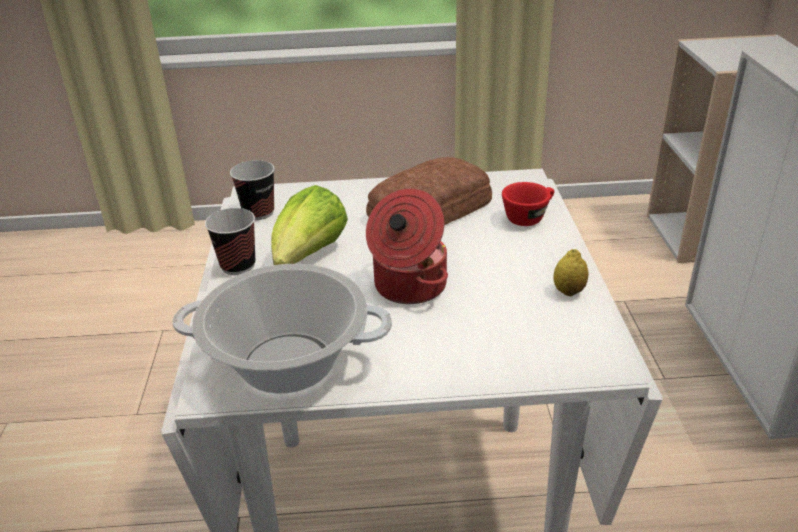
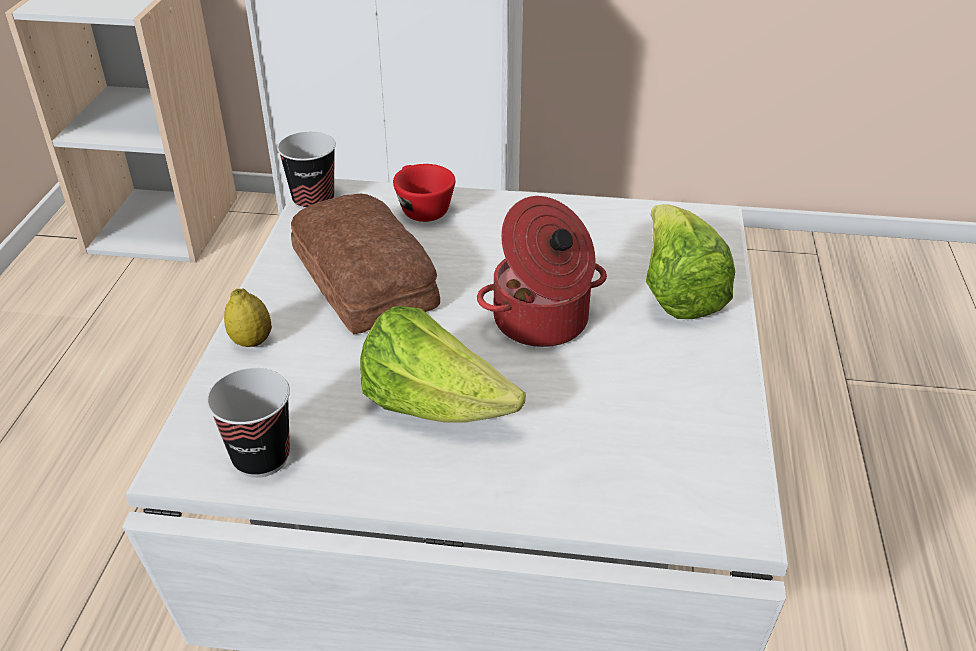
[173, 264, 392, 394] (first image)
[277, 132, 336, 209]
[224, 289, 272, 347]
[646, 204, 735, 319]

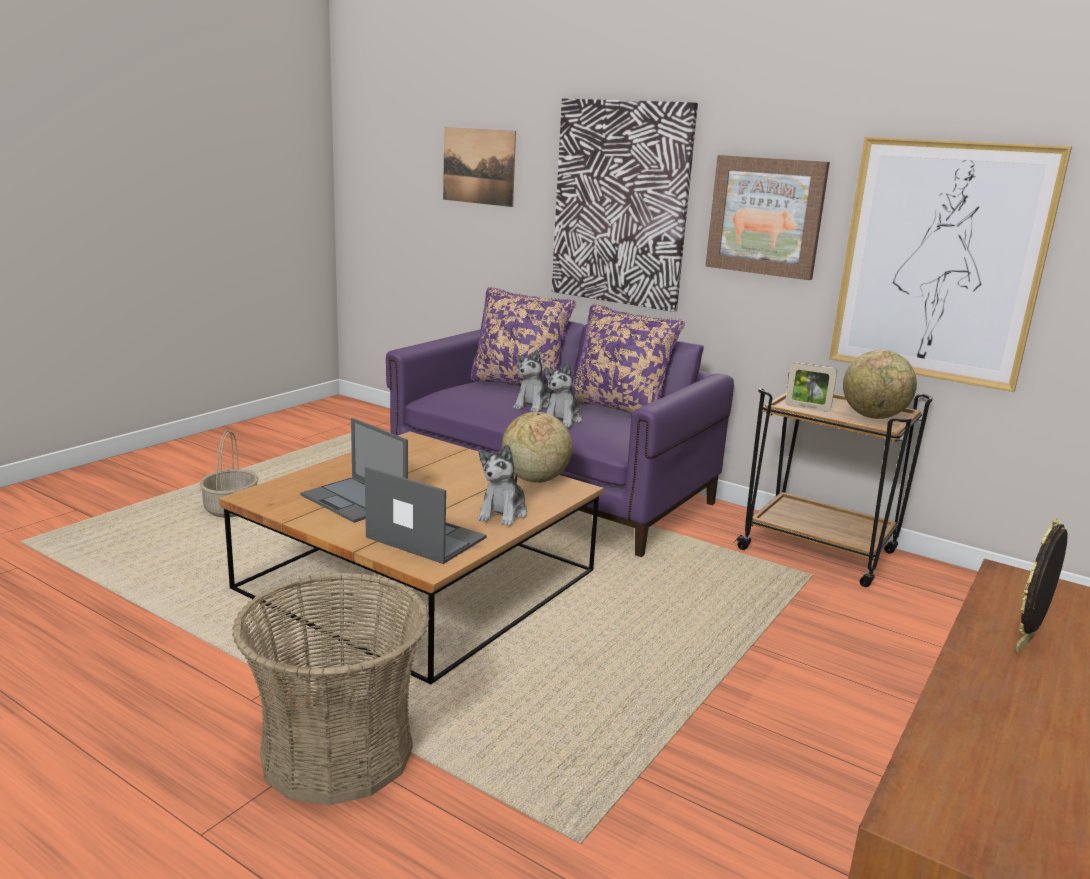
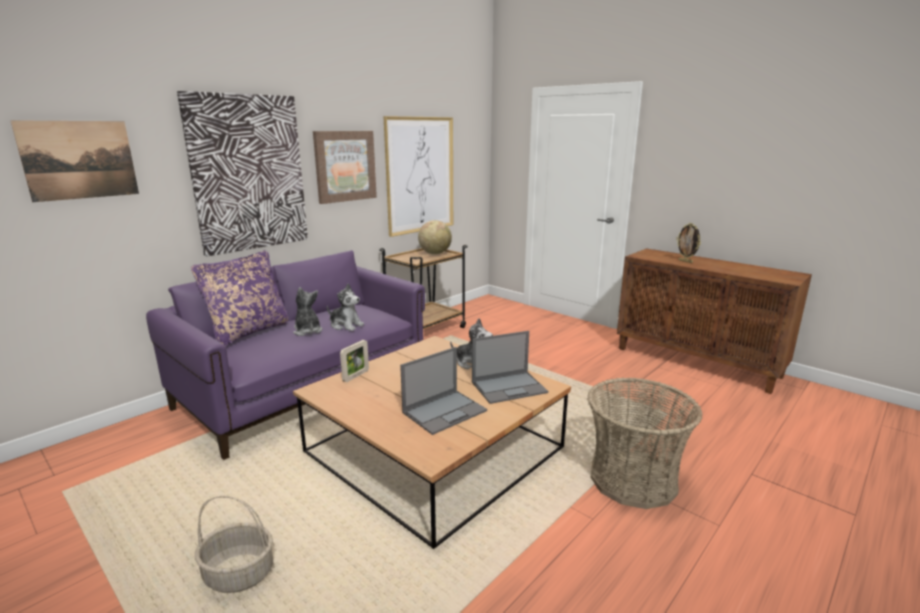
[472, 331, 548, 404]
[501, 412, 572, 483] (first image)
[293, 287, 323, 336]
[572, 304, 685, 414] (first image)
[340, 340, 369, 382]

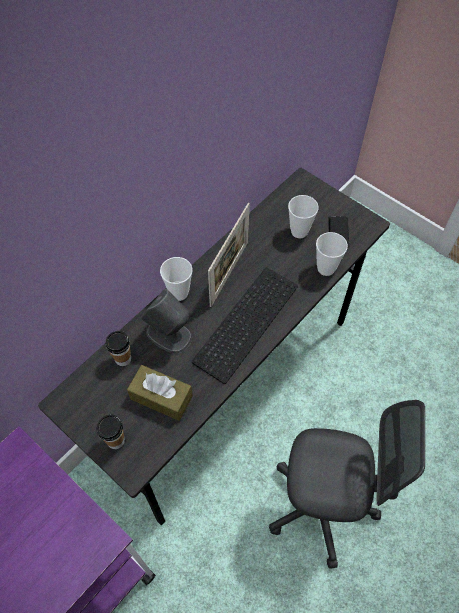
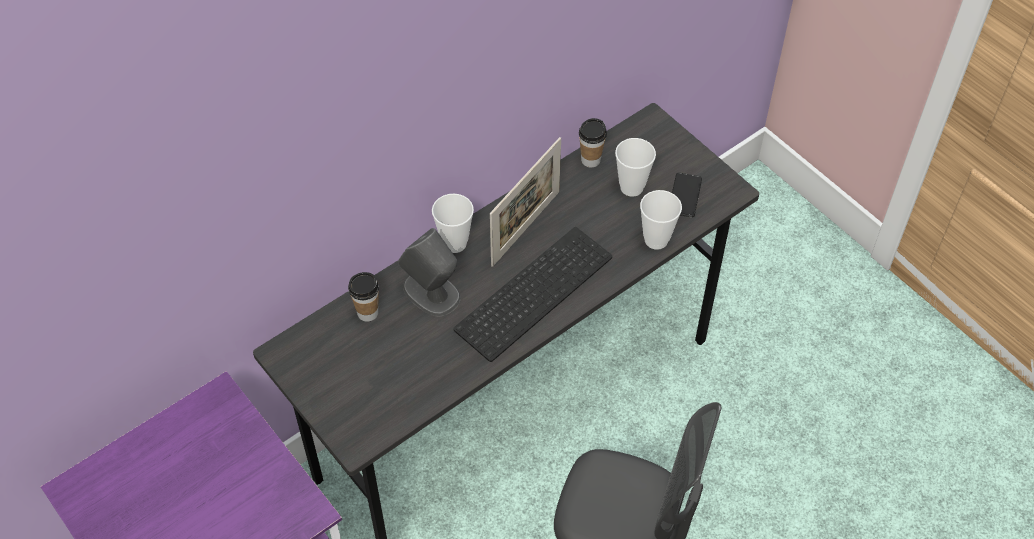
[579, 118, 607, 168]
[127, 365, 193, 421] (first image)

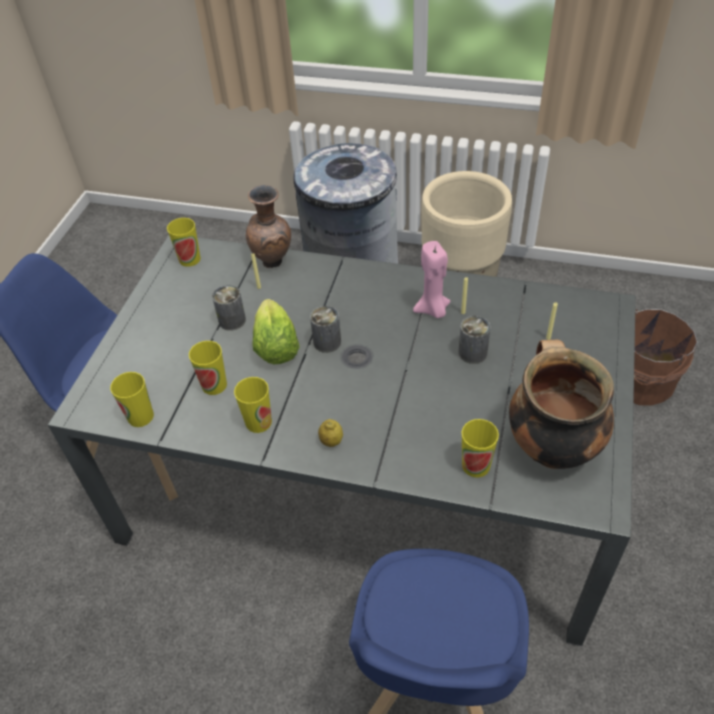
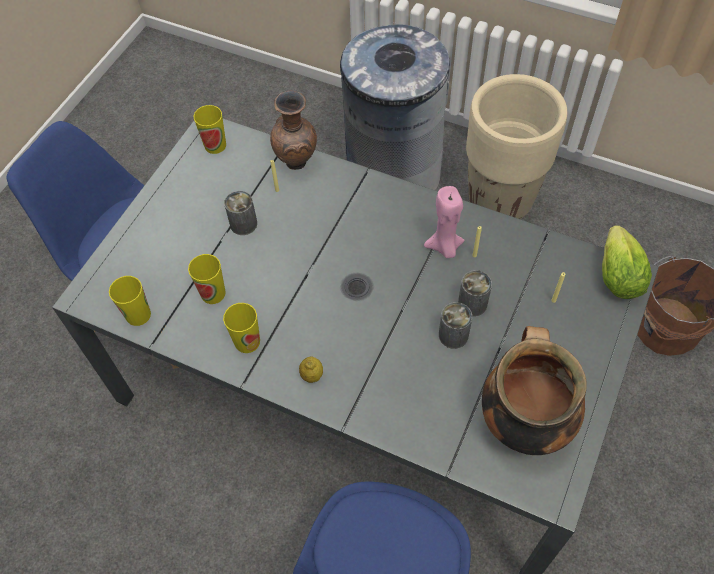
[602, 225, 652, 299]
[439, 302, 472, 349]
[462, 419, 499, 478] (first image)

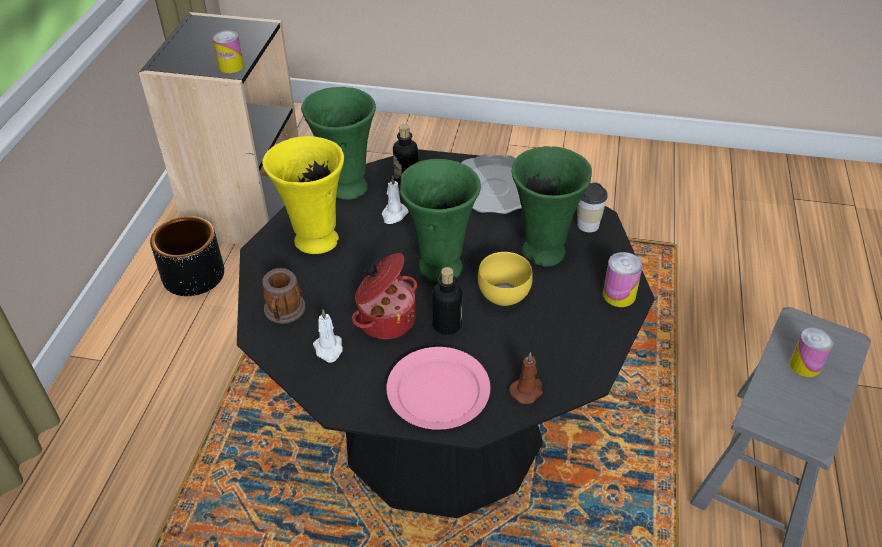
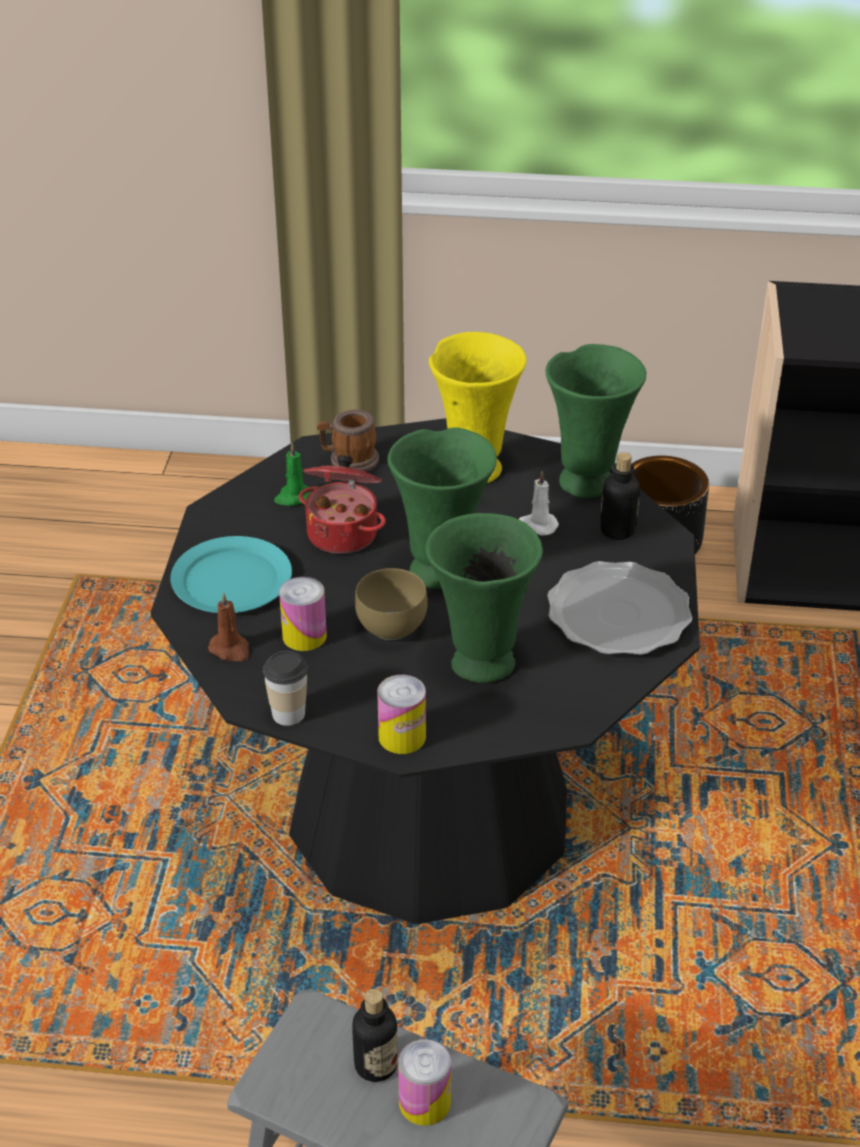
[279, 577, 327, 651]
[274, 443, 312, 506]
[170, 536, 292, 613]
[352, 989, 398, 1082]
[355, 568, 428, 640]
[263, 650, 308, 726]

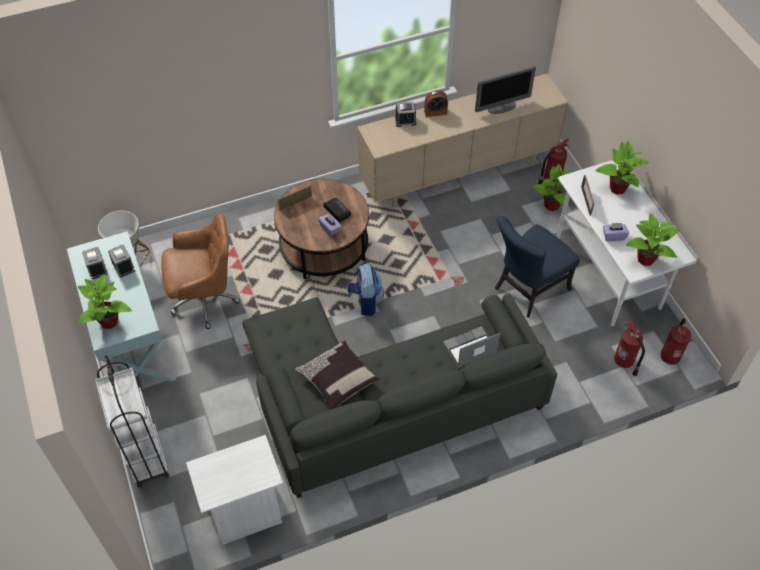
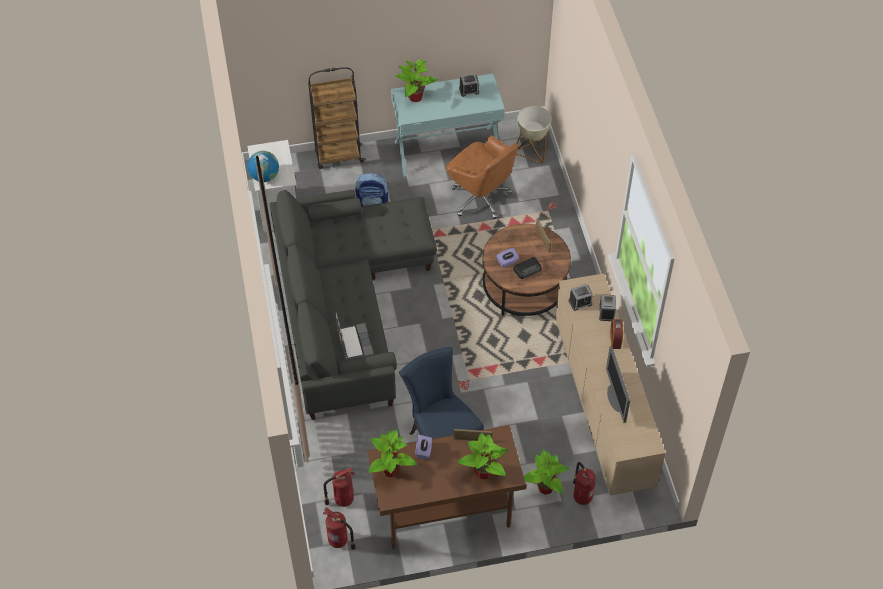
[308, 67, 366, 169]
[569, 284, 593, 311]
[446, 136, 518, 219]
[295, 341, 380, 410] (first image)
[355, 173, 389, 206]
[367, 425, 527, 550]
[247, 151, 279, 182]

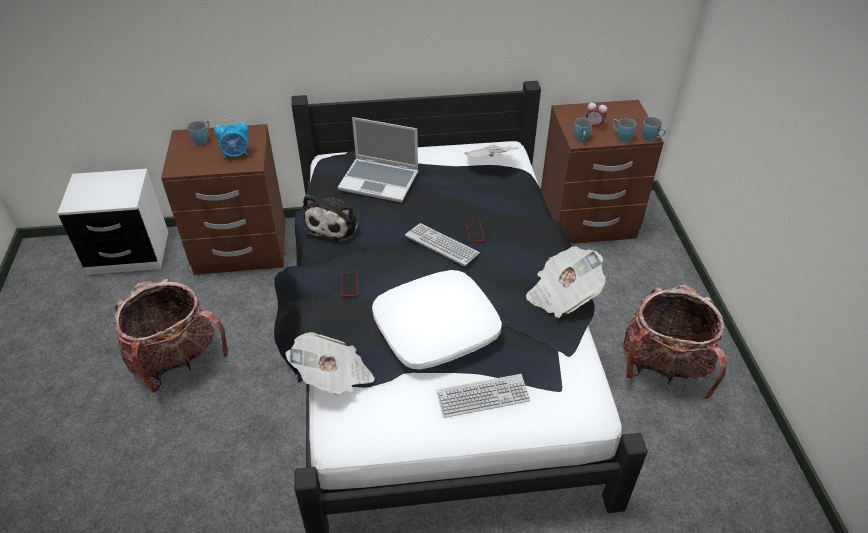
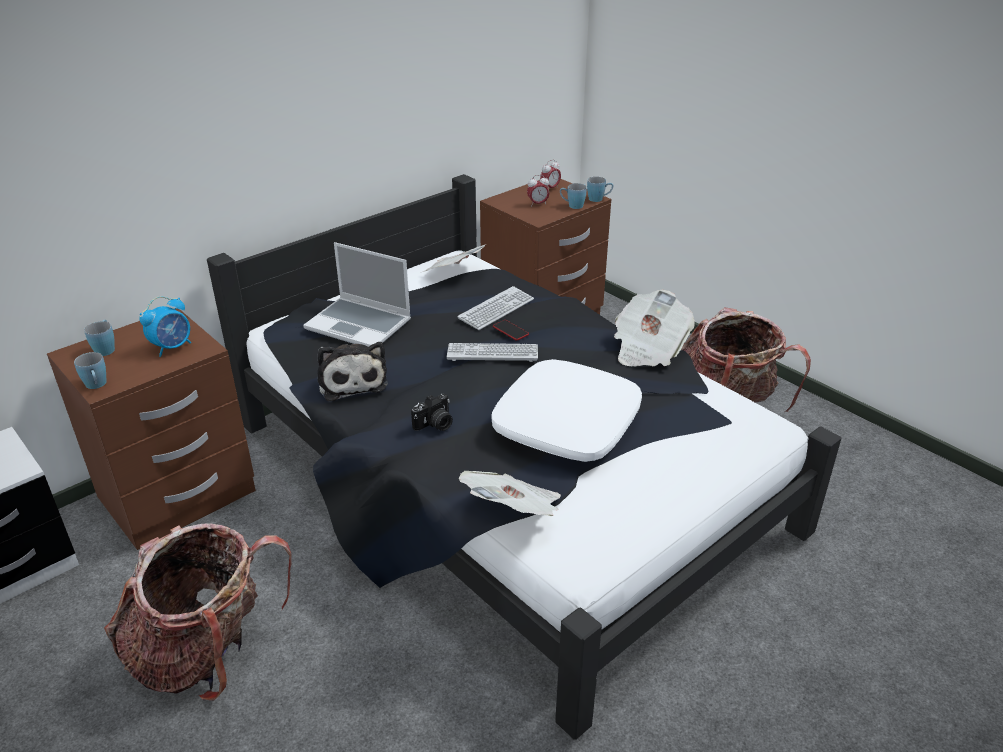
[303, 242, 411, 347]
[411, 394, 453, 431]
[457, 286, 534, 330]
[74, 352, 107, 389]
[540, 159, 561, 188]

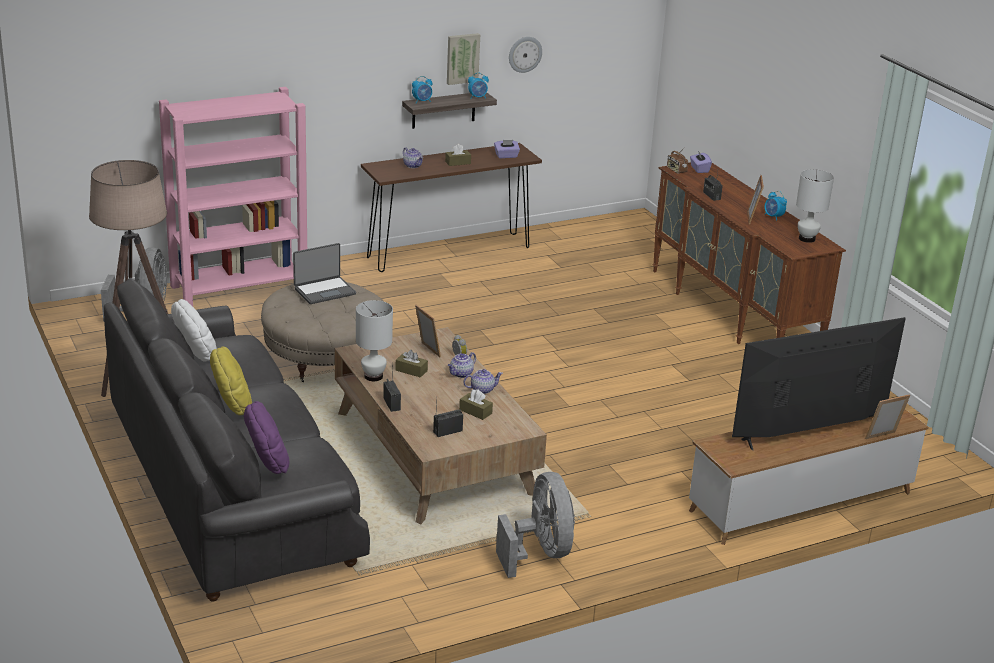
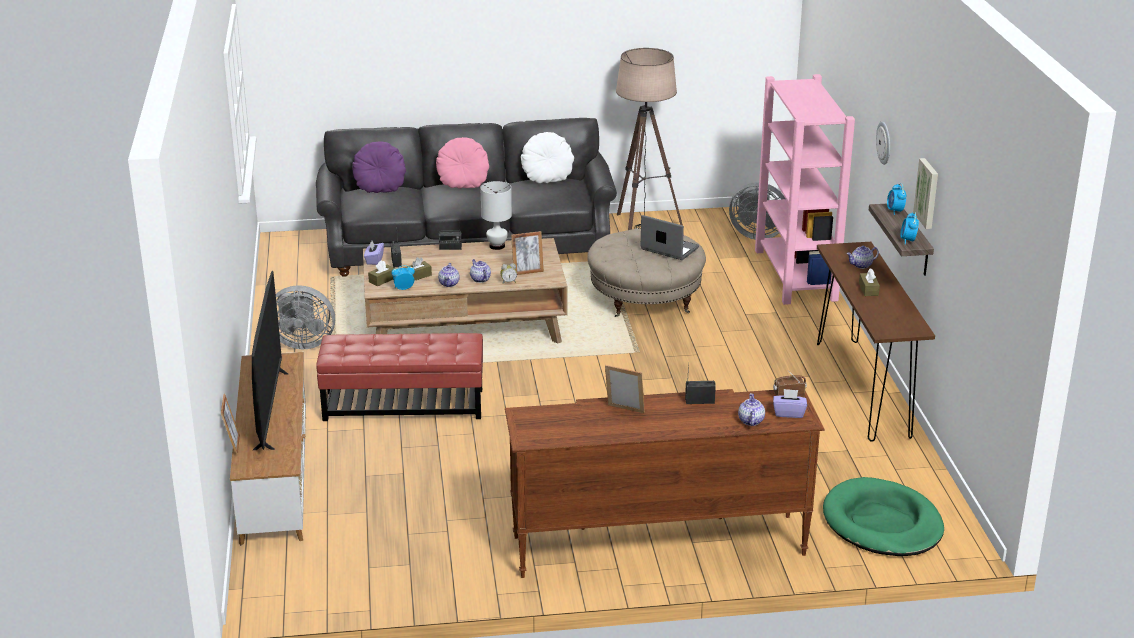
[436, 137, 489, 189]
[641, 215, 699, 260]
[368, 260, 396, 286]
[364, 241, 384, 265]
[876, 121, 890, 165]
[391, 265, 415, 290]
[796, 169, 834, 243] (first image)
[316, 333, 483, 421]
[738, 393, 765, 426]
[823, 477, 944, 556]

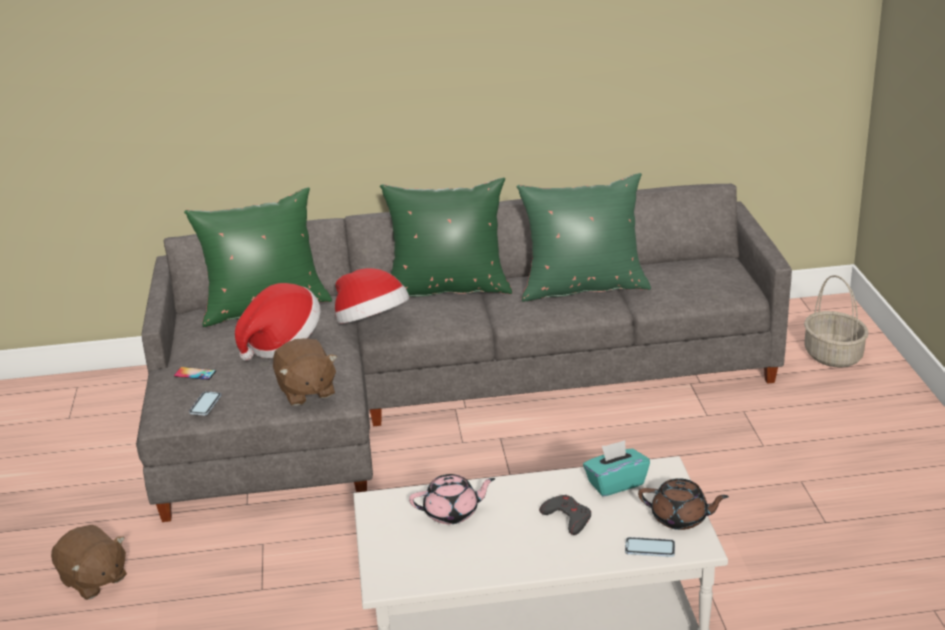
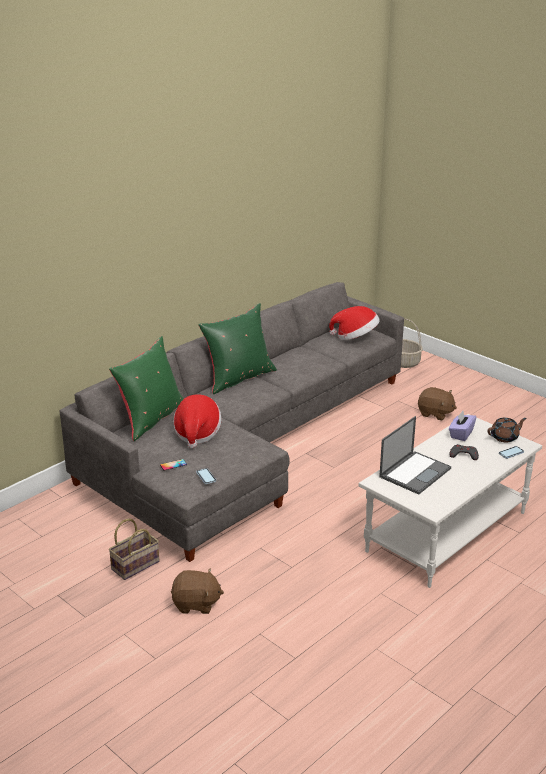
[418, 387, 457, 420]
[329, 306, 380, 340]
[379, 416, 451, 495]
[517, 173, 651, 302] (first image)
[449, 411, 476, 441]
[108, 518, 160, 580]

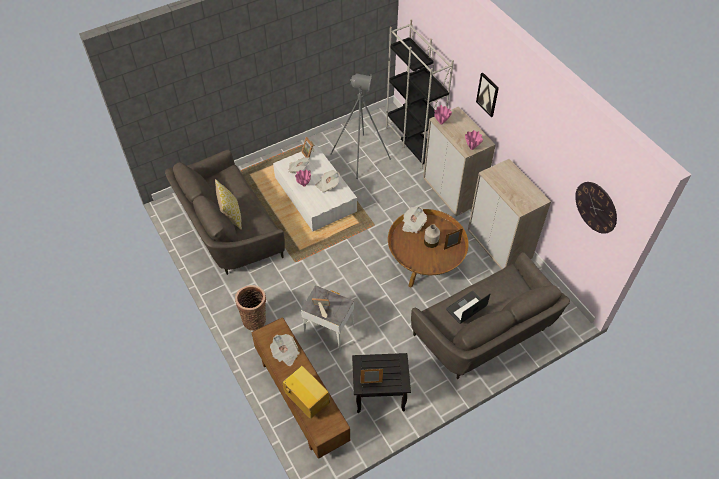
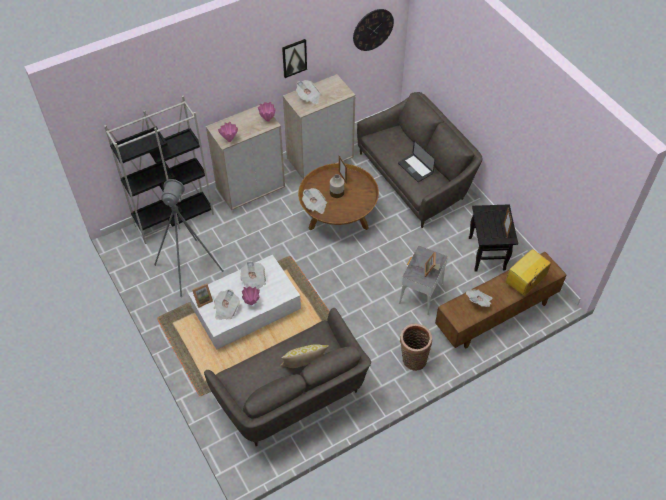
[282, 39, 307, 78]
[296, 80, 321, 105]

